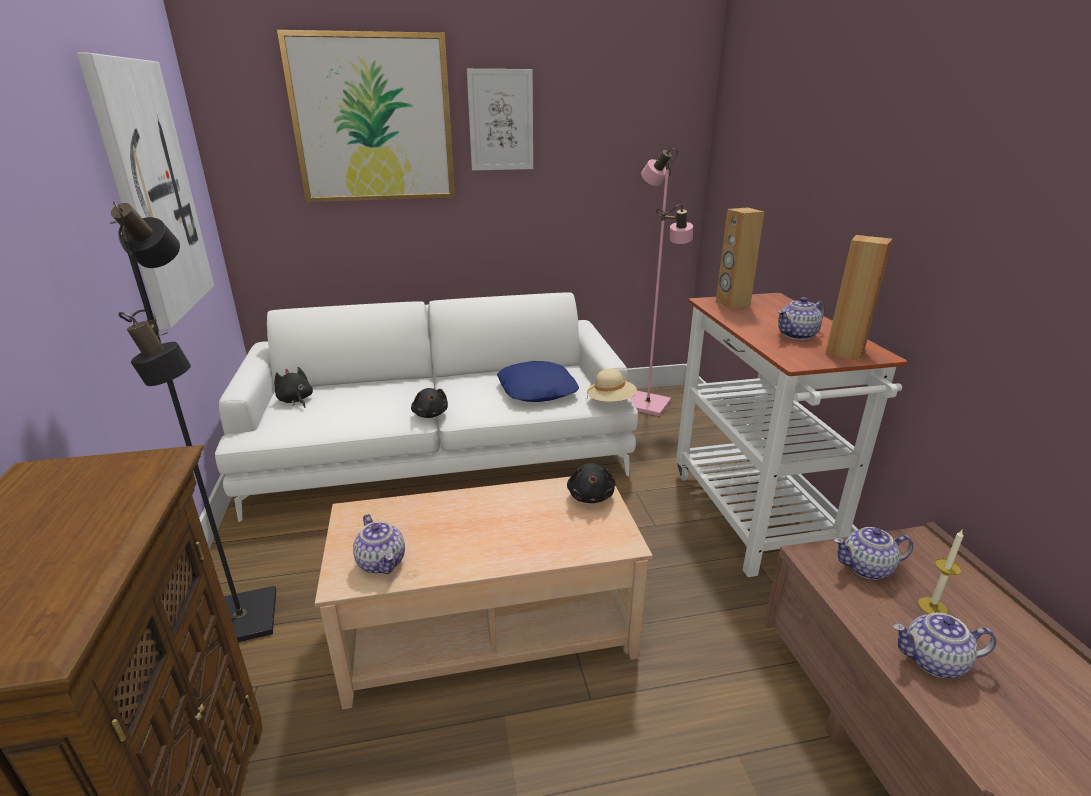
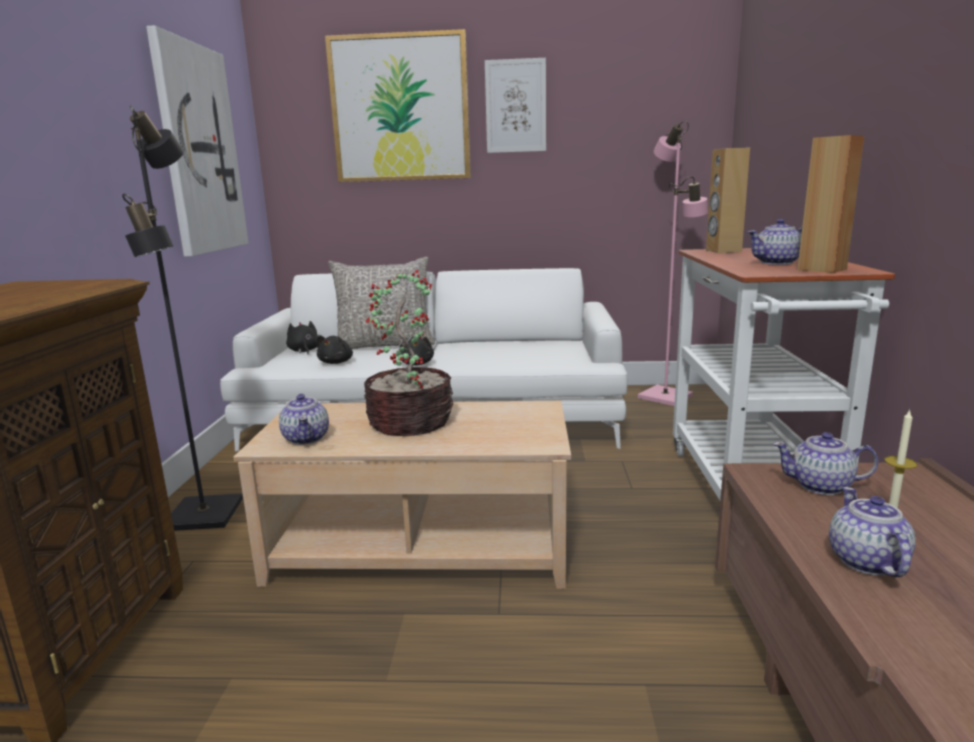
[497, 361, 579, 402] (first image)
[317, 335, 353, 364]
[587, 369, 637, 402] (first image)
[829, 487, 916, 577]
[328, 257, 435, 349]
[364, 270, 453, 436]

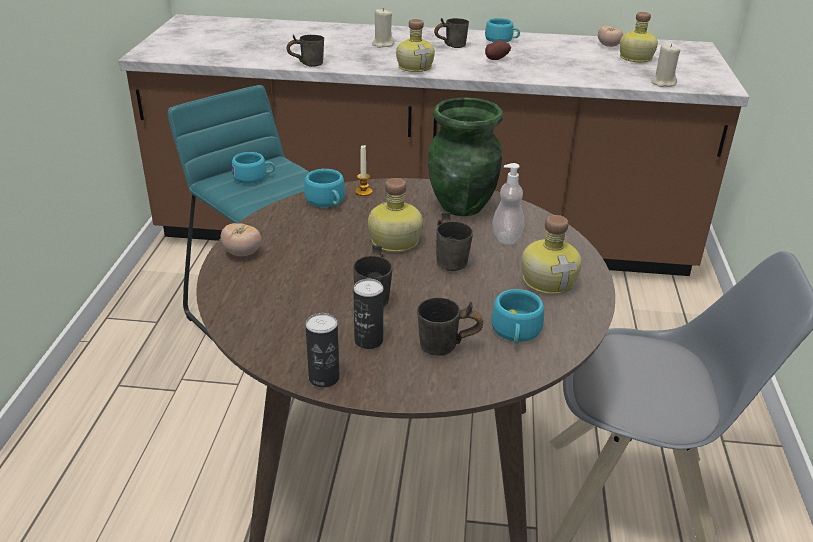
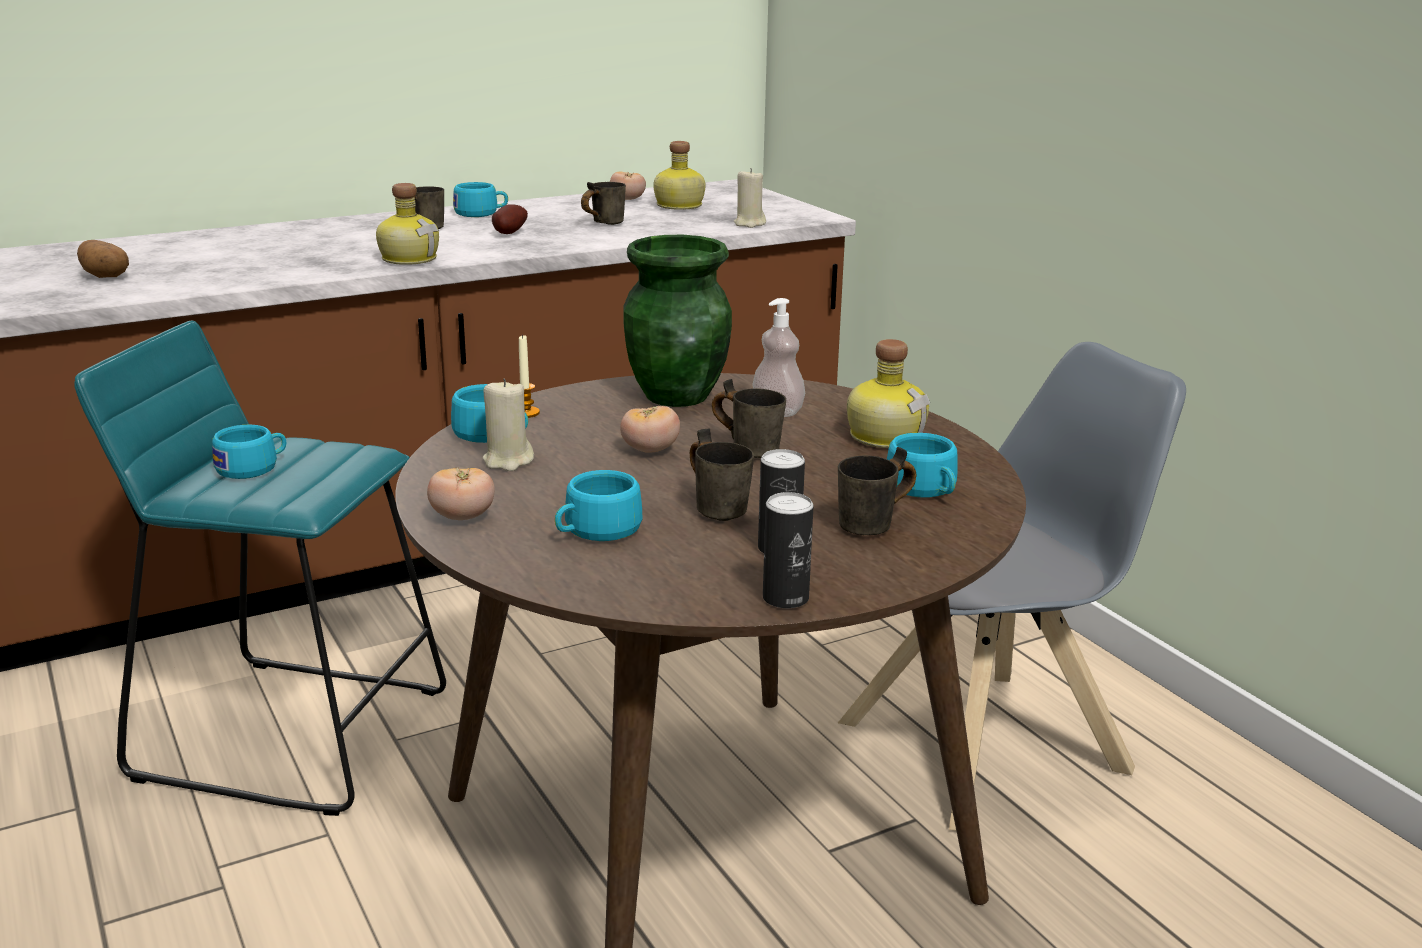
[581, 182, 626, 225]
[620, 406, 680, 453]
[483, 379, 534, 471]
[77, 240, 129, 278]
[555, 470, 642, 541]

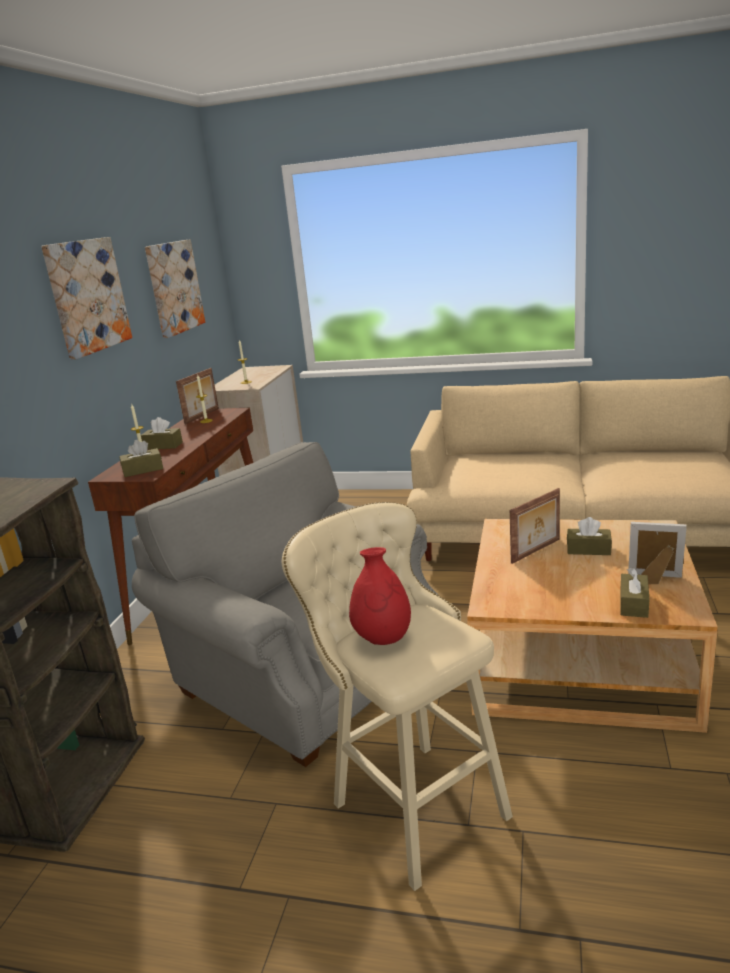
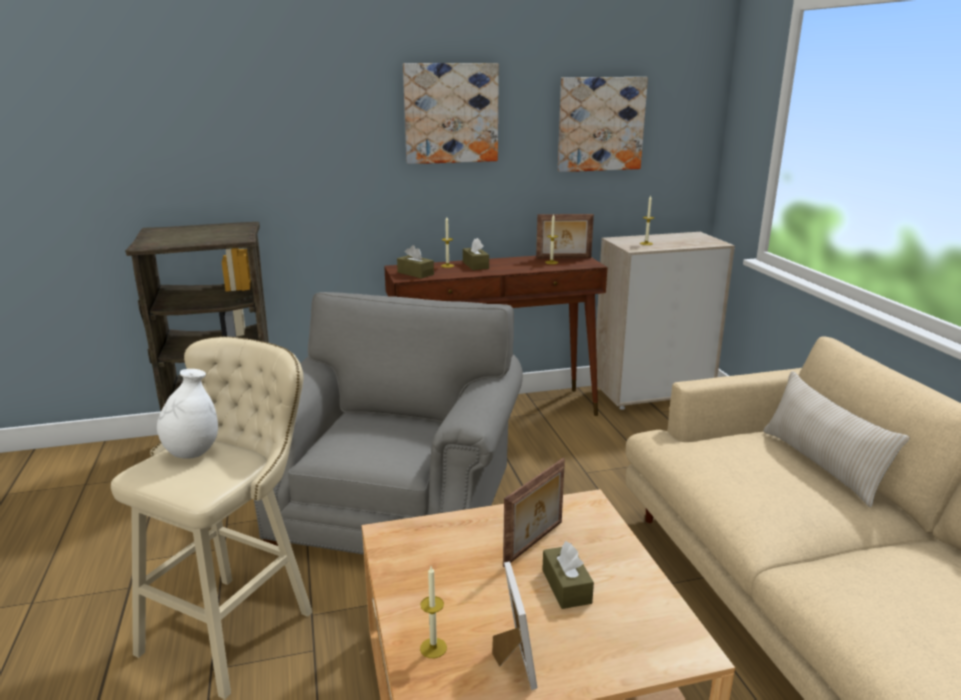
[157, 369, 218, 458]
[503, 458, 565, 567]
[420, 566, 447, 658]
[763, 371, 910, 507]

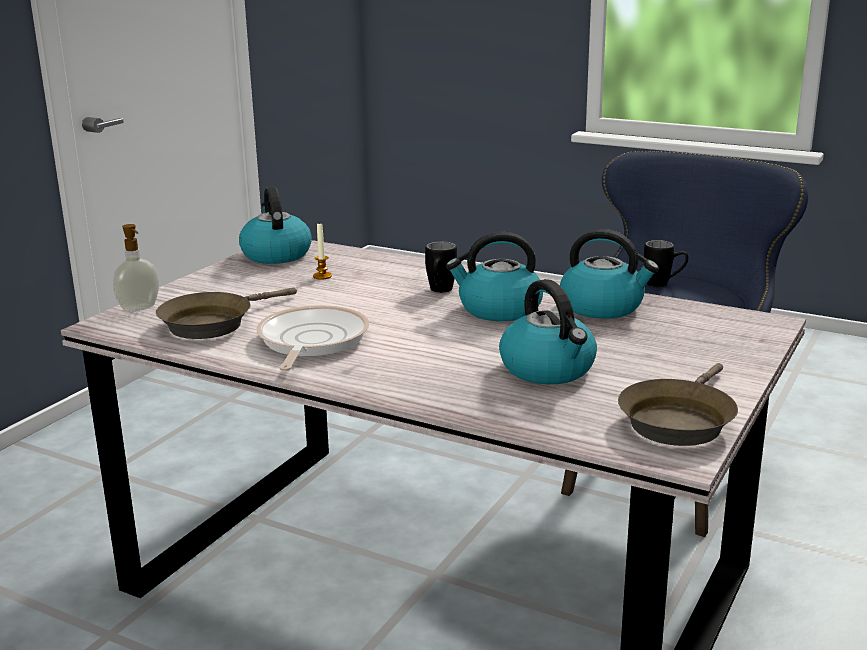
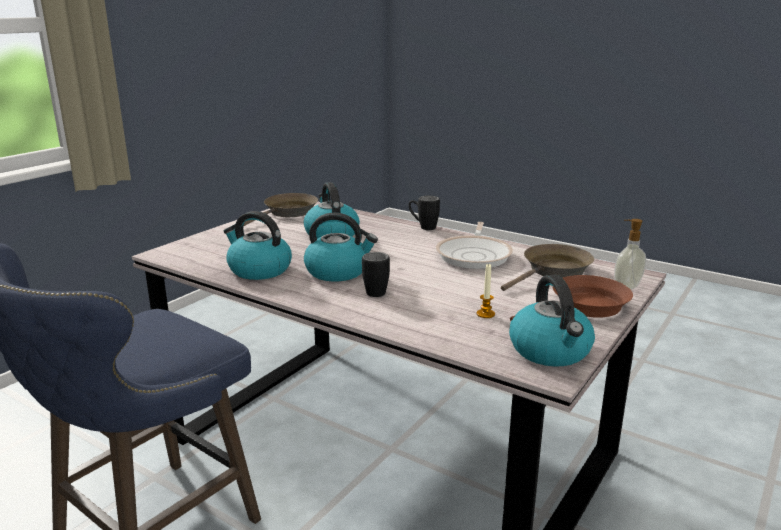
[409, 196, 440, 230]
[510, 275, 633, 321]

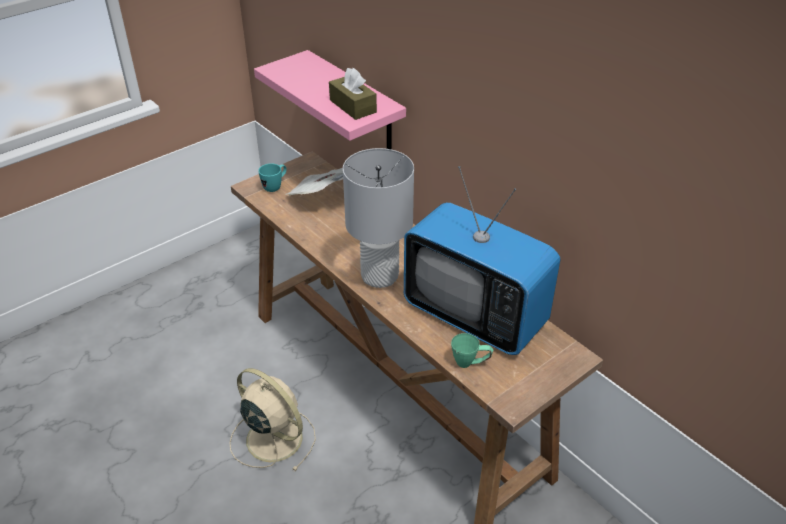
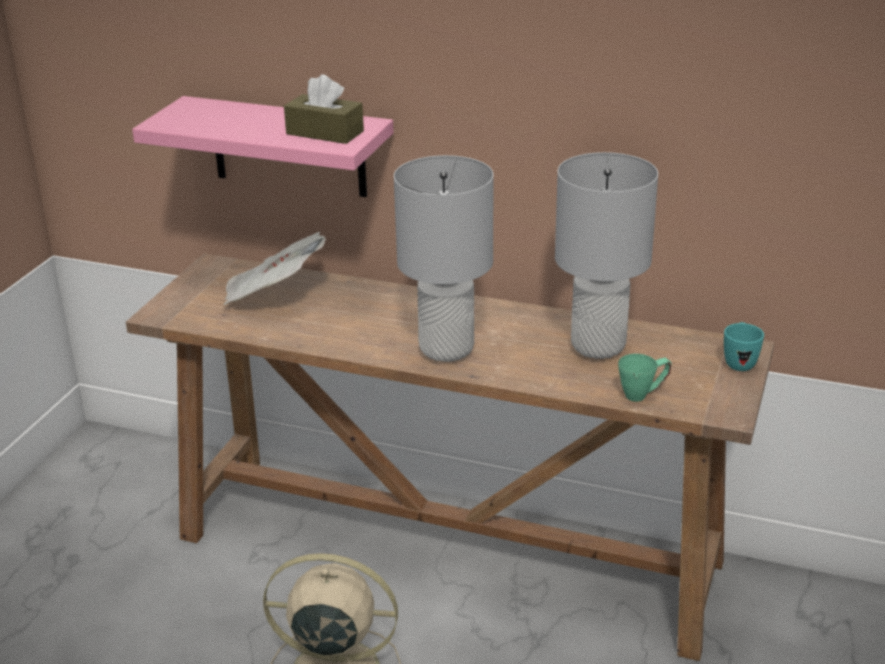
[724, 322, 764, 371]
[555, 152, 658, 359]

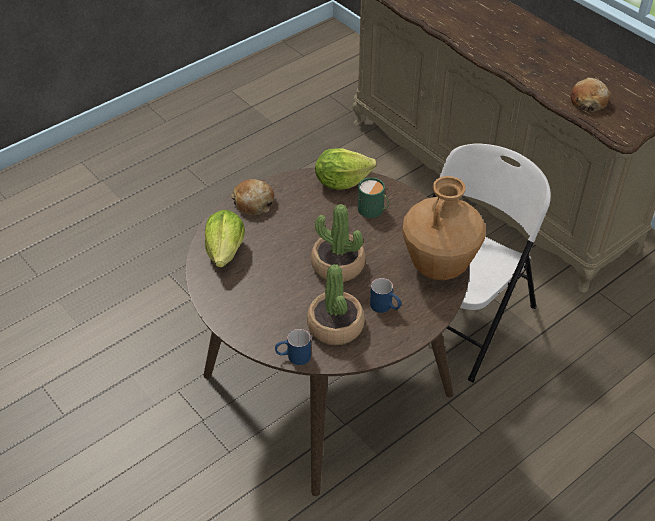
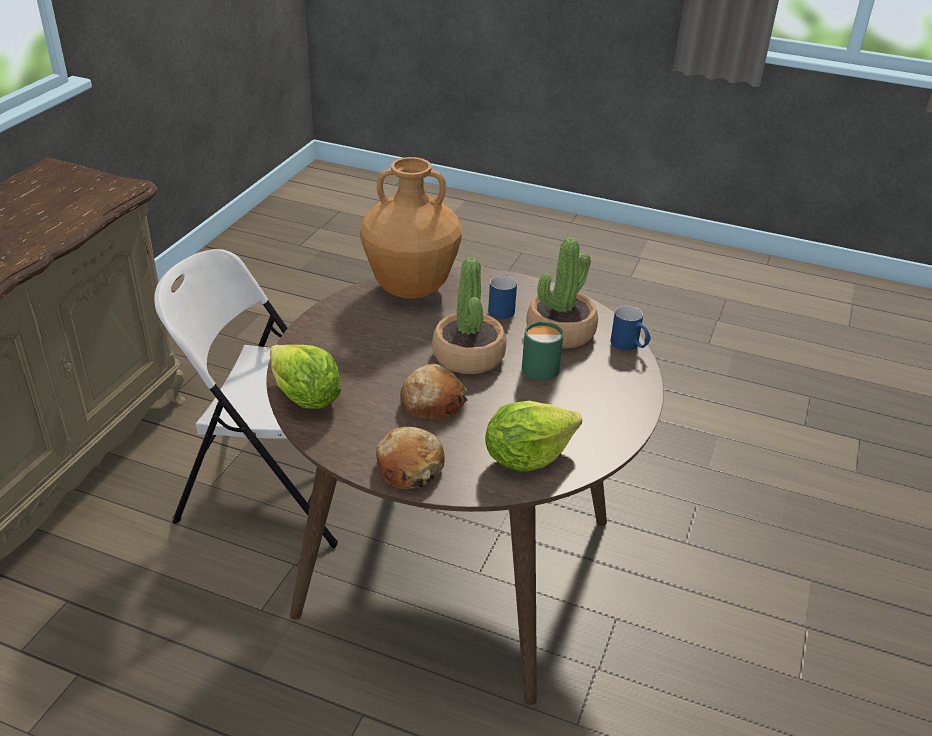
[522, 322, 563, 381]
[400, 364, 468, 420]

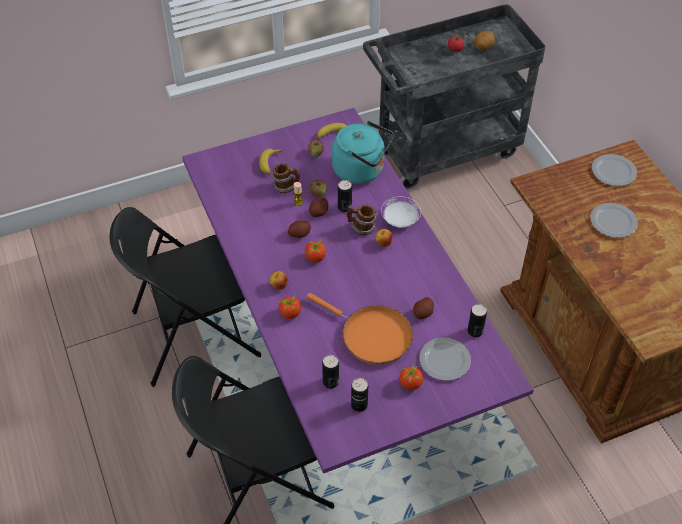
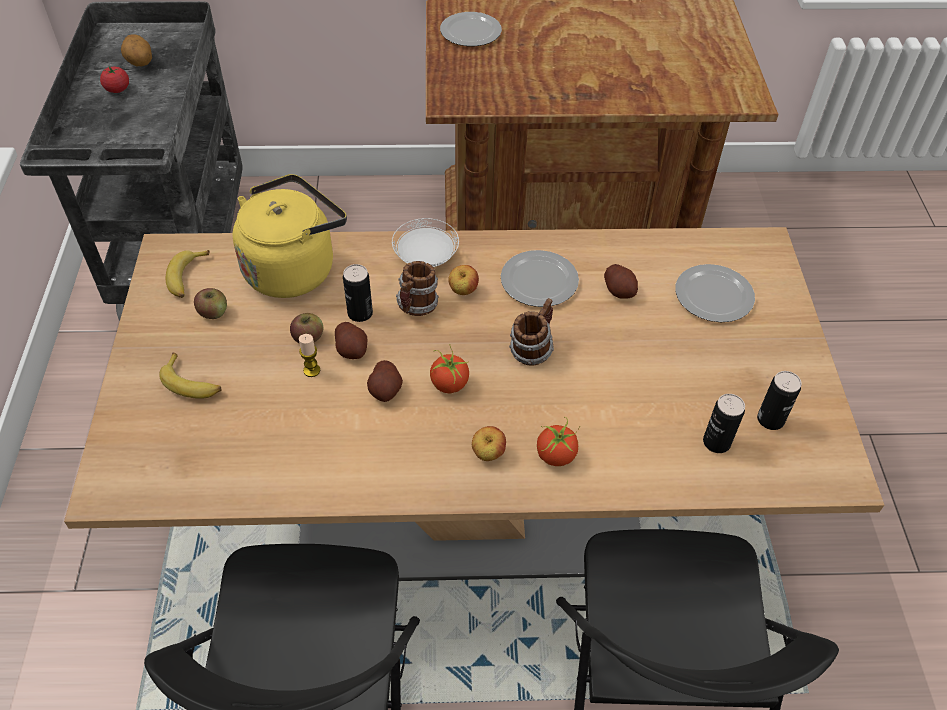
[64, 227, 884, 581]
[509, 298, 554, 366]
[306, 293, 413, 365] (first image)
[233, 174, 347, 298]
[399, 365, 423, 390] (first image)
[468, 304, 487, 337] (first image)
[501, 250, 579, 307]

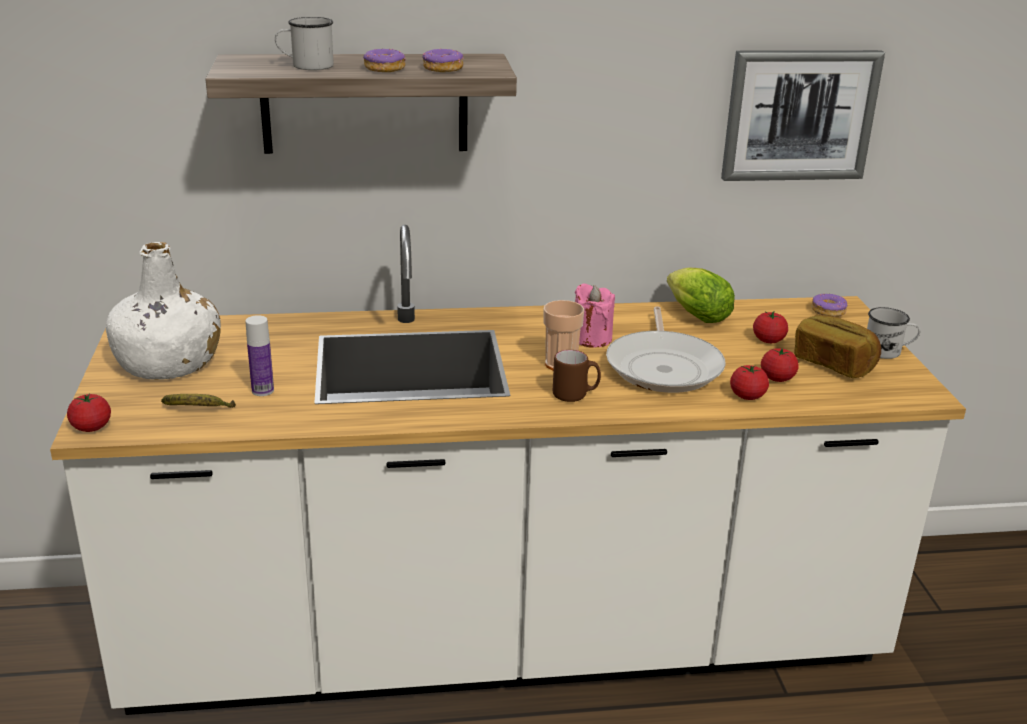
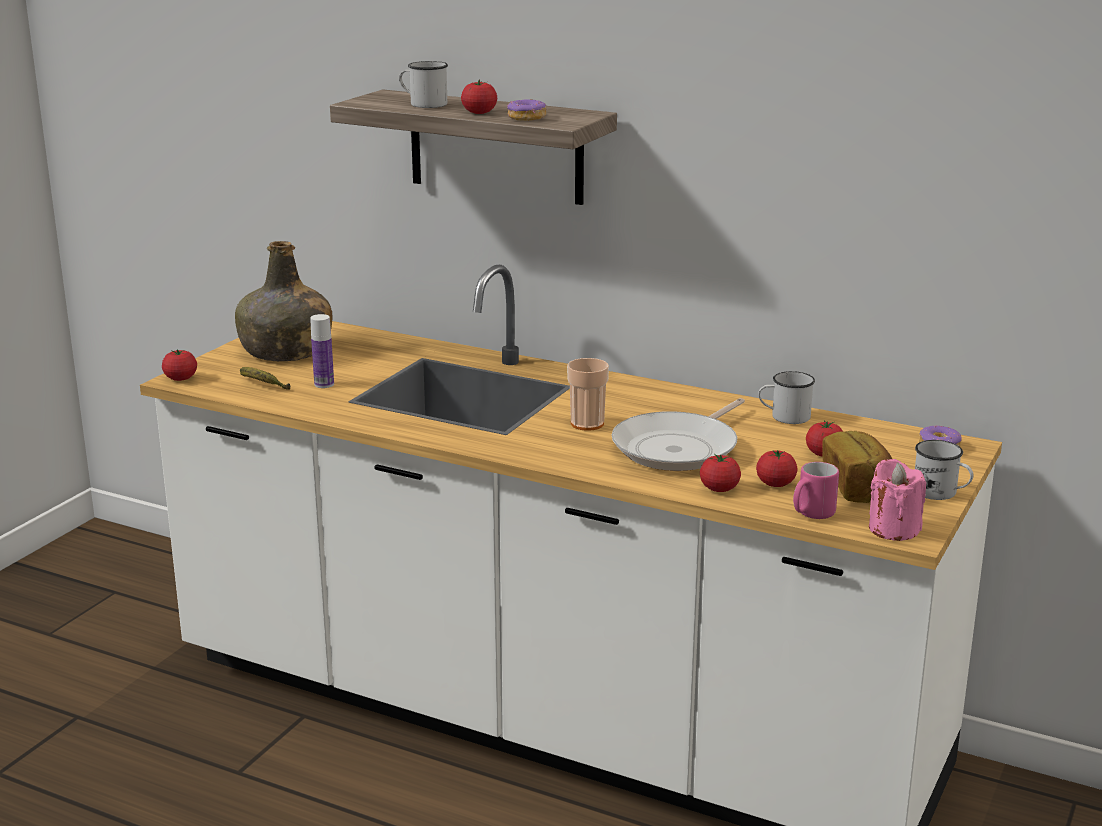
[235, 241, 333, 361]
[461, 80, 497, 114]
[553, 350, 601, 402] (first image)
[869, 459, 926, 541]
[758, 371, 815, 424]
[721, 50, 885, 181] (first image)
[793, 462, 839, 519]

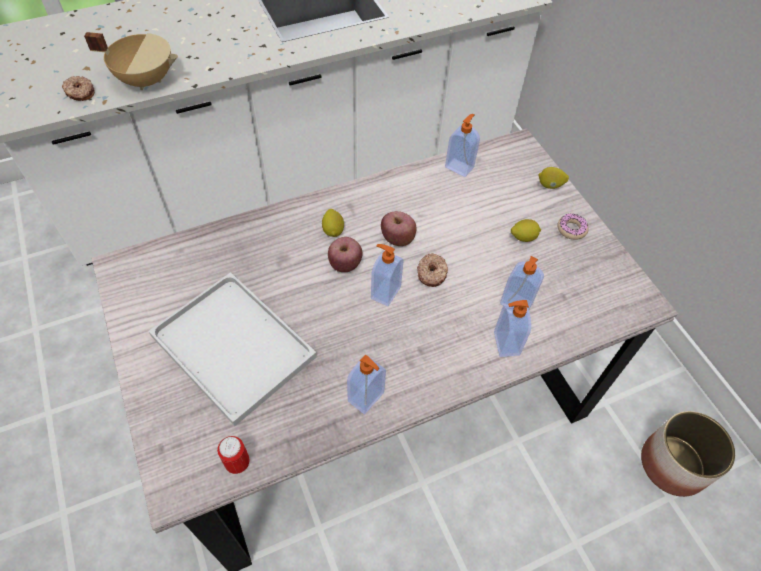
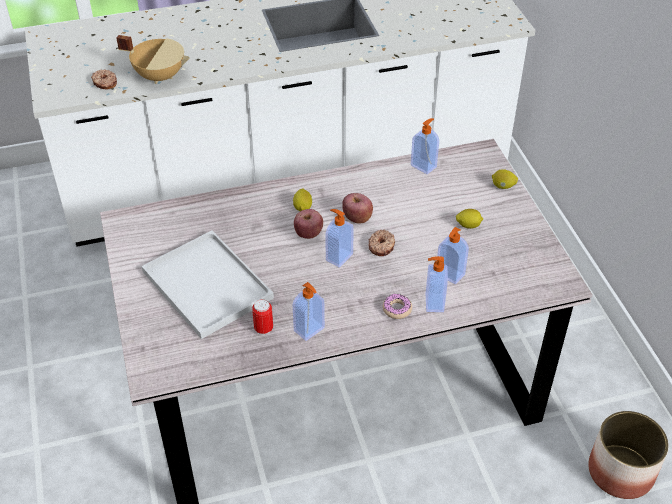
[252, 299, 273, 335]
[383, 294, 412, 319]

